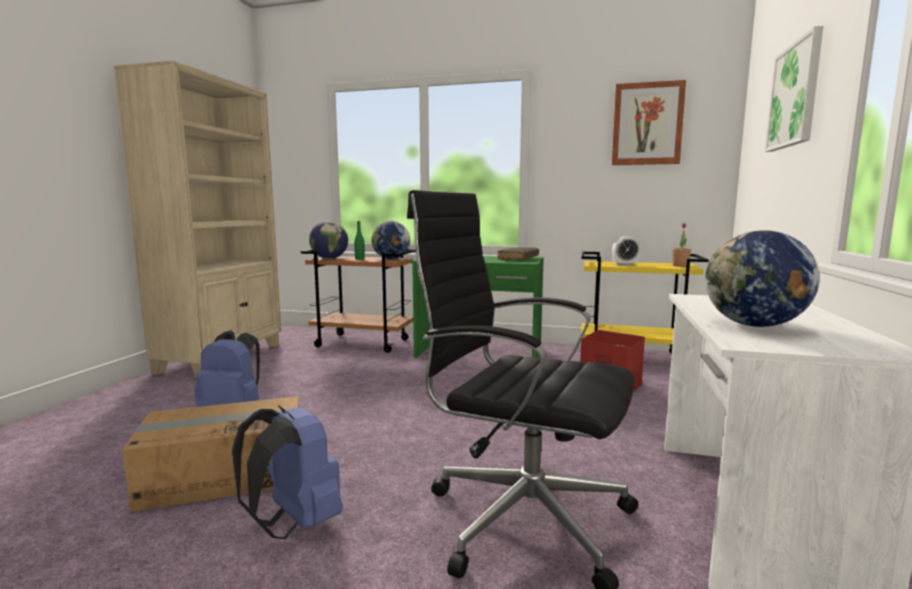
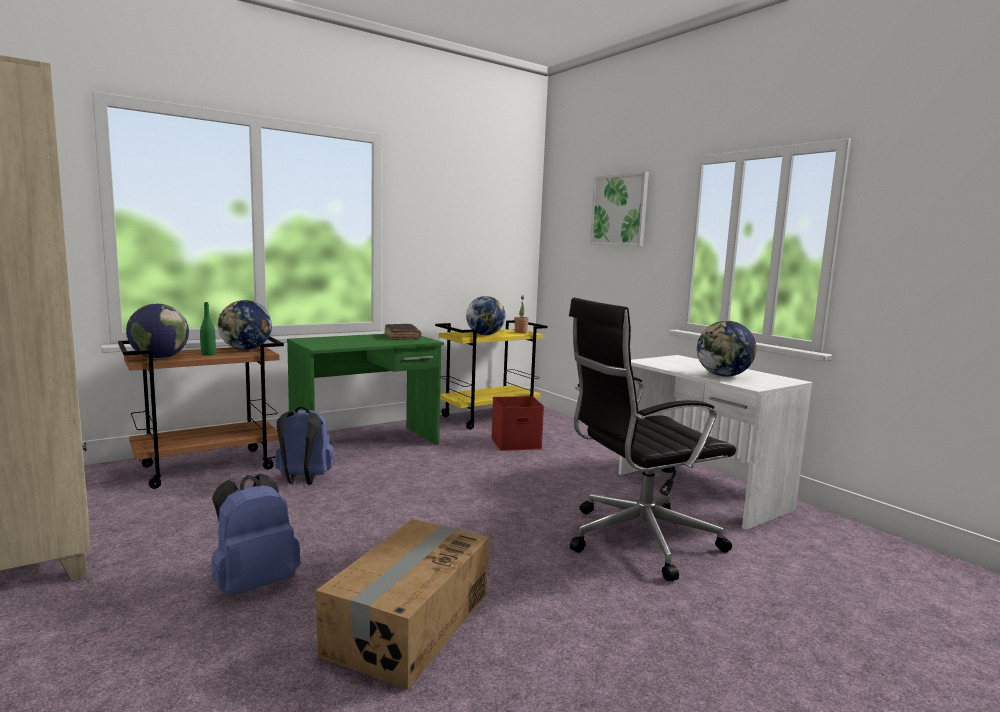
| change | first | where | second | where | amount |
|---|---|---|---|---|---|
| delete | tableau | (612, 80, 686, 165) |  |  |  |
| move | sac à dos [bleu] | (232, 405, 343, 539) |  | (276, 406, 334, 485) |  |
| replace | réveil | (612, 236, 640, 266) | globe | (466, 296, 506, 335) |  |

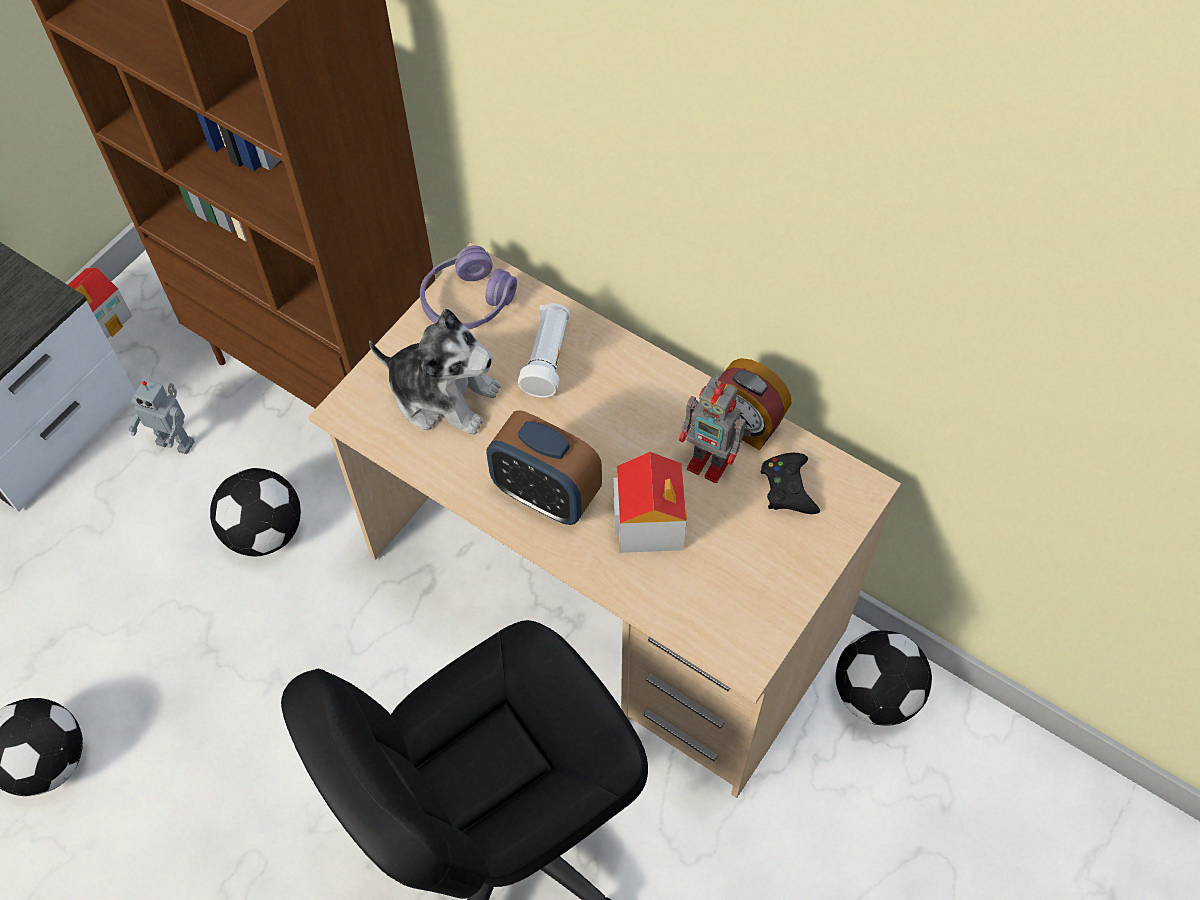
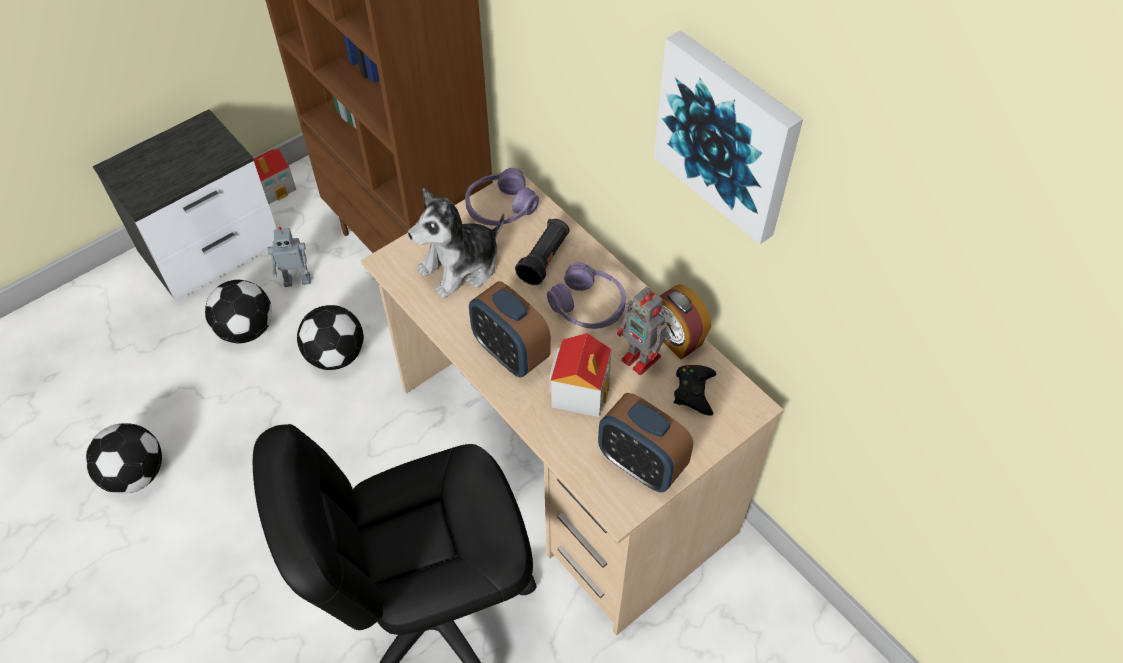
| change | first | where | second | where | amount |
|---|---|---|---|---|---|
| insert |  |  | casque audio [violet] | (547, 262, 626, 329) |  |
| insert |  |  | réveil | (598, 393, 693, 492) |  |
| insert |  |  | tableau | (654, 30, 803, 244) |  |
| move | ballon de foot | (836, 630, 932, 725) |  | (205, 280, 272, 344) |  |
| recolor | lampe de poche [blanc] | (518, 303, 570, 398) | lampe de poche [noir] | (515, 219, 570, 285) |  |
| rotate | robot jouet | (128, 379, 195, 454) |  | (268, 227, 310, 287) | 45 degrees counterclockwise |
| rotate | peluche | (369, 309, 501, 435) |  | (408, 188, 504, 299) | 105 degrees clockwise |

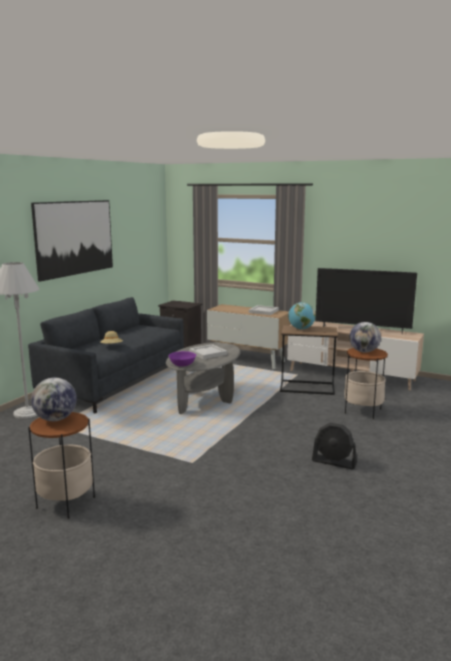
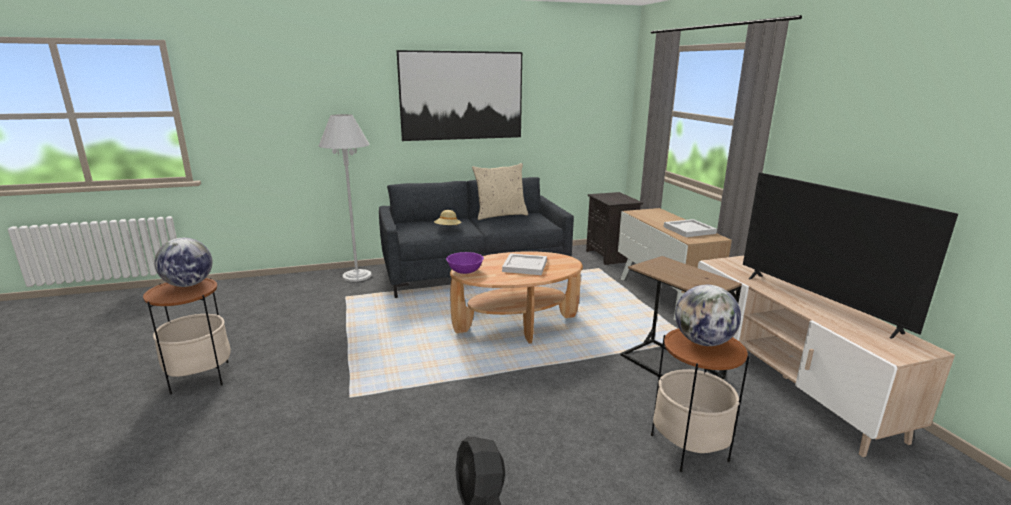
| change | first | where | second | where | amount |
|---|---|---|---|---|---|
| delete | globe | (288, 302, 316, 330) |  |  |  |
| insert |  |  | coussin [beige] | (472, 163, 528, 220) |  |
| recolor | table basse [gris] | (166, 343, 241, 414) | table basse [marron] | (450, 251, 583, 343) |  |

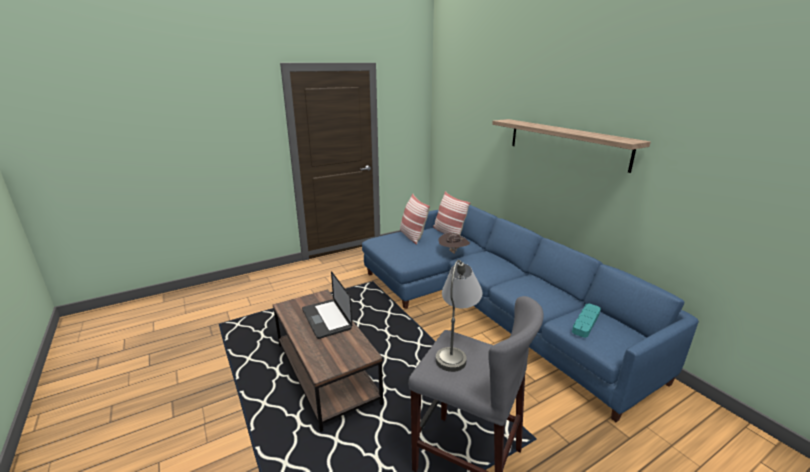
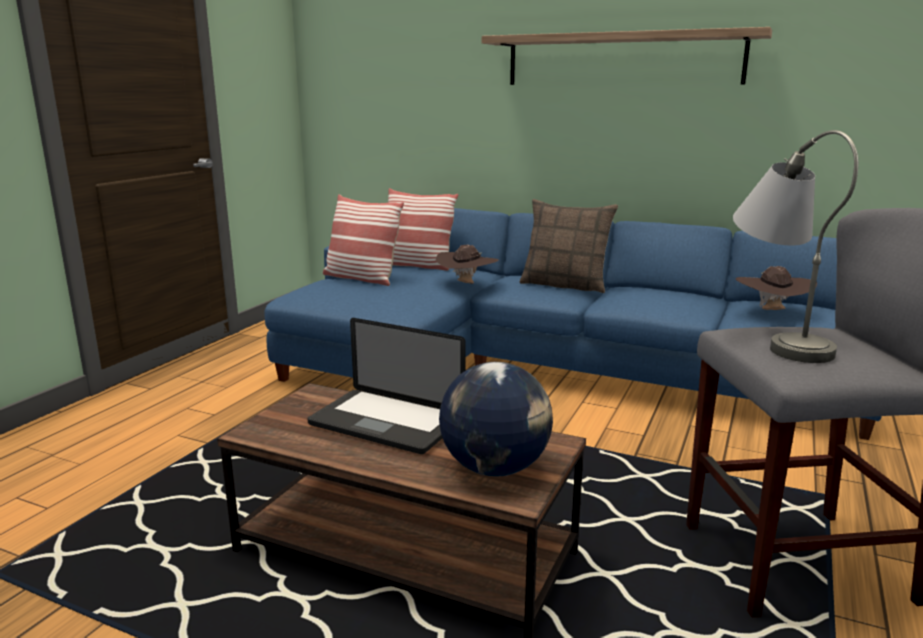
| change | first | where | second | where | amount |
|---|---|---|---|---|---|
| insert |  |  | globe | (439, 362, 553, 476) |  |
| insert |  |  | coussin | (520, 199, 618, 293) |  |
| replace | plateau [turquoise] | (572, 304, 601, 338) | chapeau [marron] | (736, 266, 817, 310) |  |

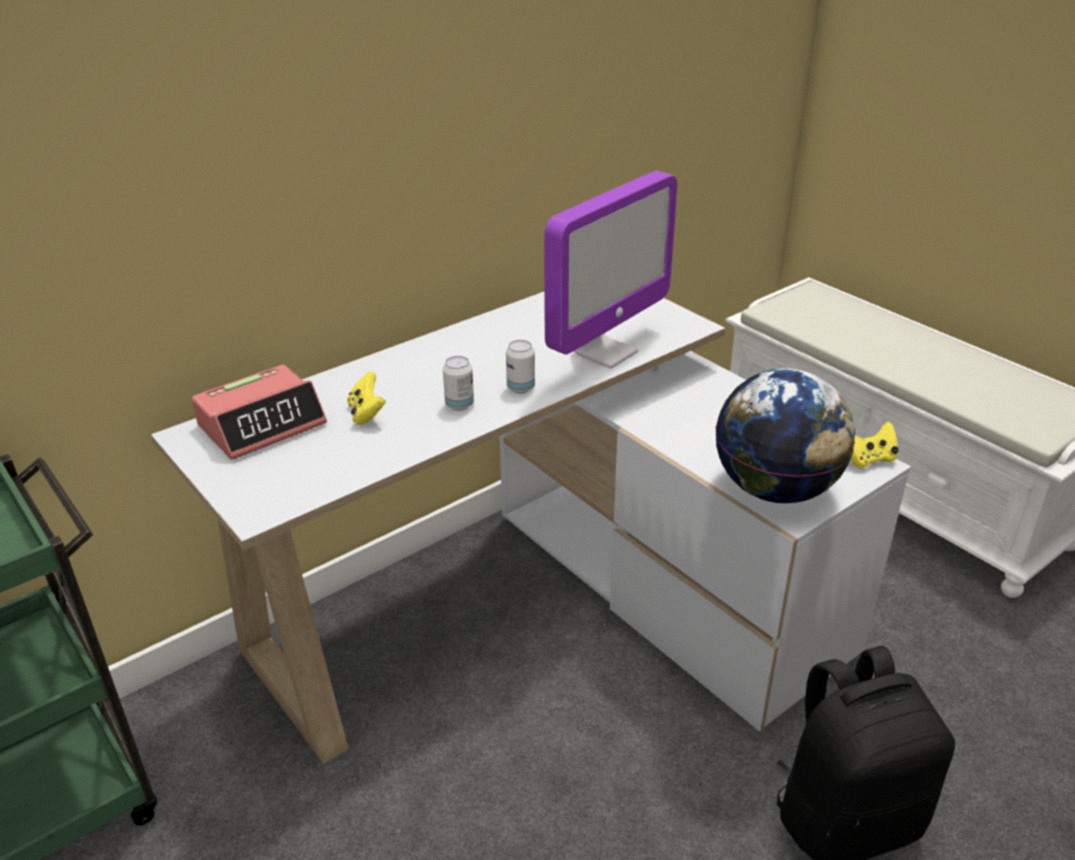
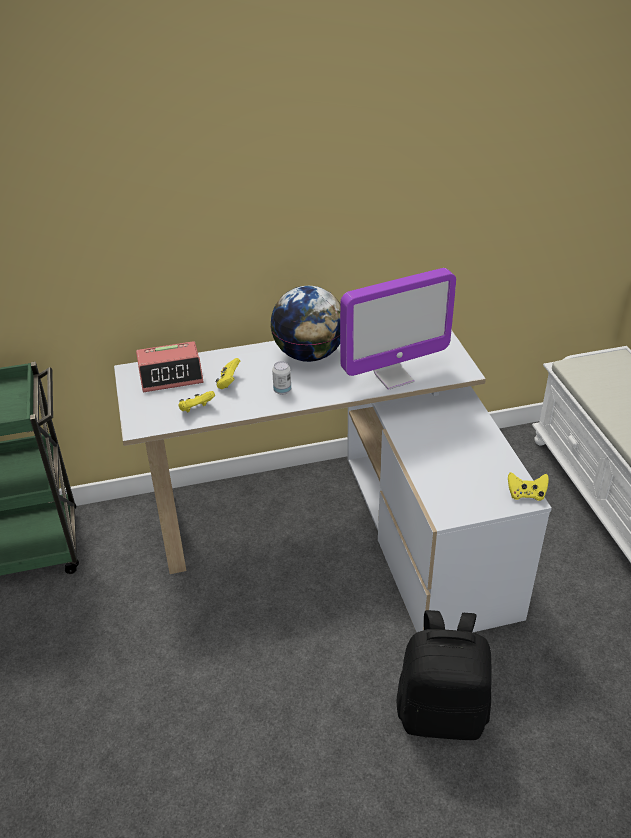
| change | first | where | second | where | amount |
|---|---|---|---|---|---|
| delete | boîte métallique | (506, 340, 535, 393) |  |  |  |
| insert |  |  | manette [jaune] | (179, 391, 215, 413) |  |
| move | globe | (716, 368, 855, 503) |  | (270, 286, 340, 362) |  |

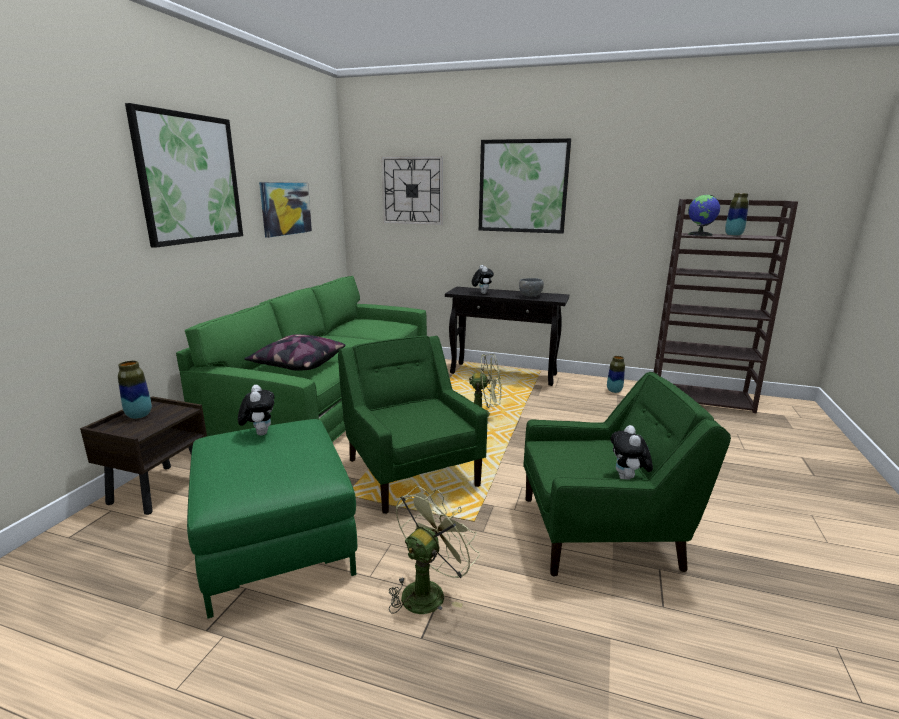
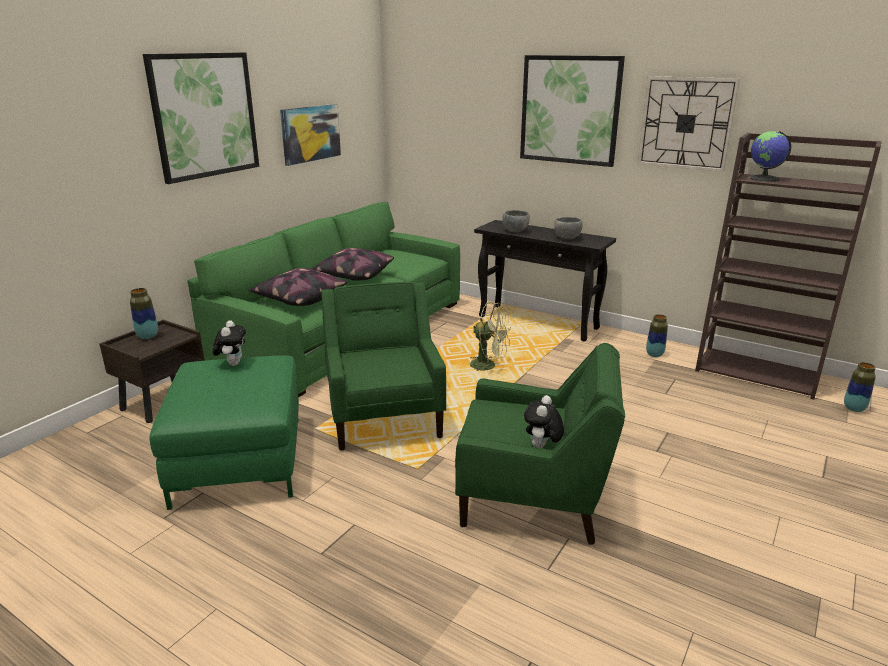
| change | first | where | second | where | amount |
|---|---|---|---|---|---|
| delete | ventilateur [vert] | (389, 486, 480, 614) |  |  |  |
| insert |  |  | coussin | (312, 248, 394, 280) |  |
| move | horloge murale | (381, 156, 443, 225) |  | (637, 76, 740, 172) |  |
| move | vase | (725, 193, 749, 236) |  | (844, 362, 876, 412) |  |
| replace | peluche | (472, 265, 494, 294) | bol [gris] | (502, 210, 530, 232) |  |

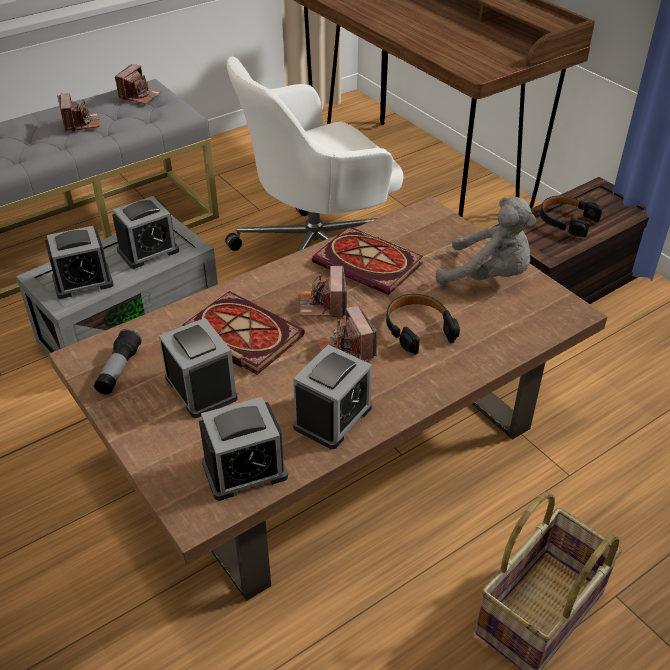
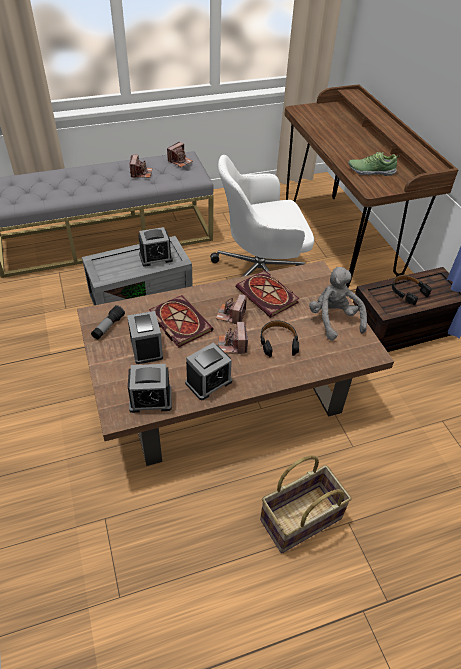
| change | first | where | second | where | amount |
|---|---|---|---|---|---|
| delete | réveil | (45, 226, 114, 299) |  |  |  |
| insert |  |  | chaussure | (348, 152, 399, 176) |  |
| rotate | peluche [gris] | (436, 197, 536, 285) |  | (309, 267, 367, 341) | 150 degrees counterclockwise |

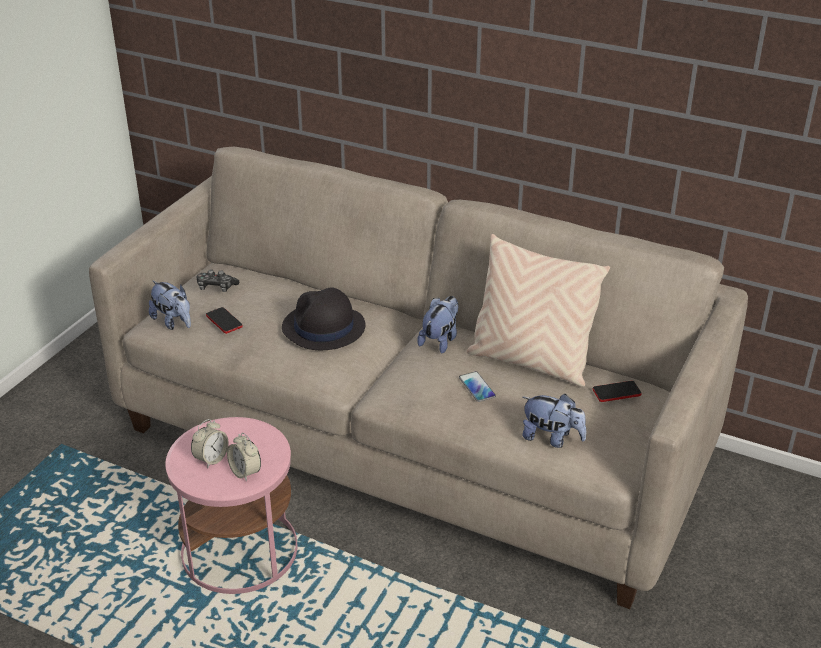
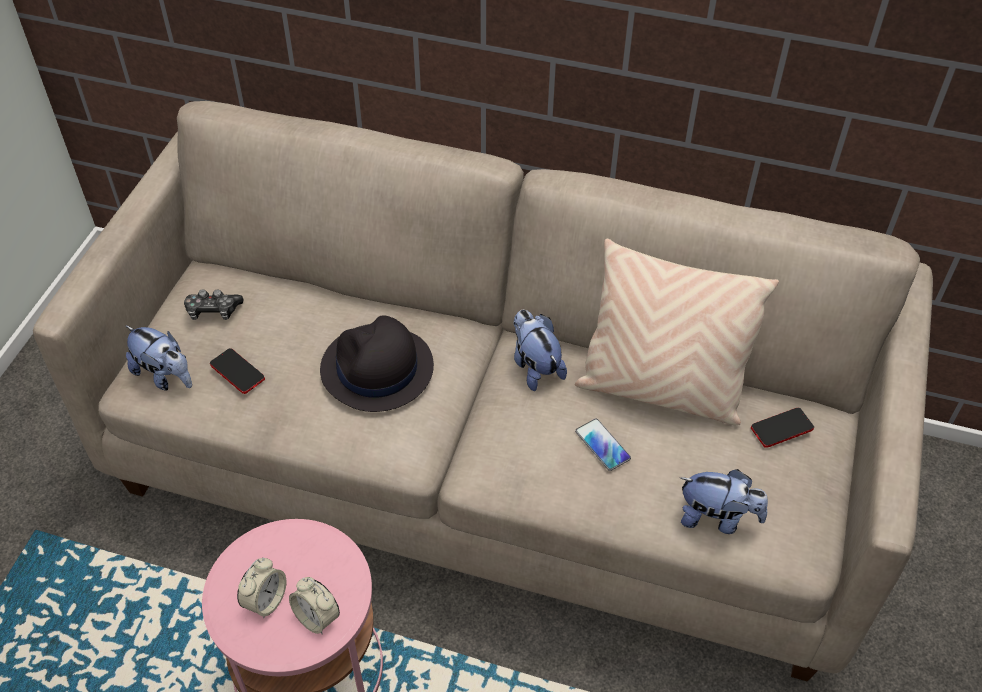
| change | first | where | second | where | amount |
|---|---|---|---|---|---|
| rotate | peluche | (417, 296, 459, 354) |  | (513, 310, 567, 391) | 45 degrees counterclockwise |

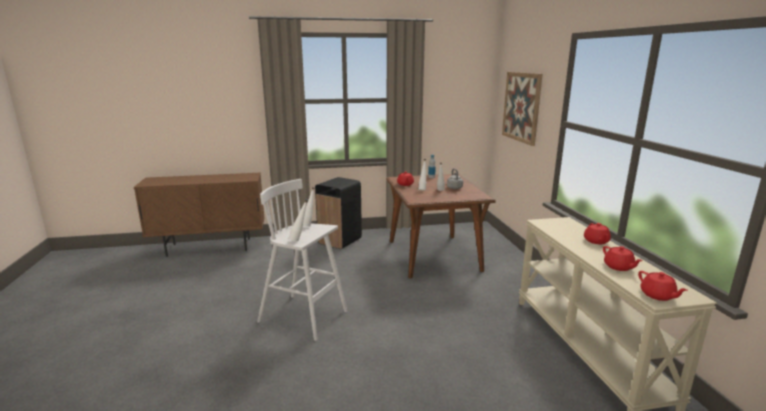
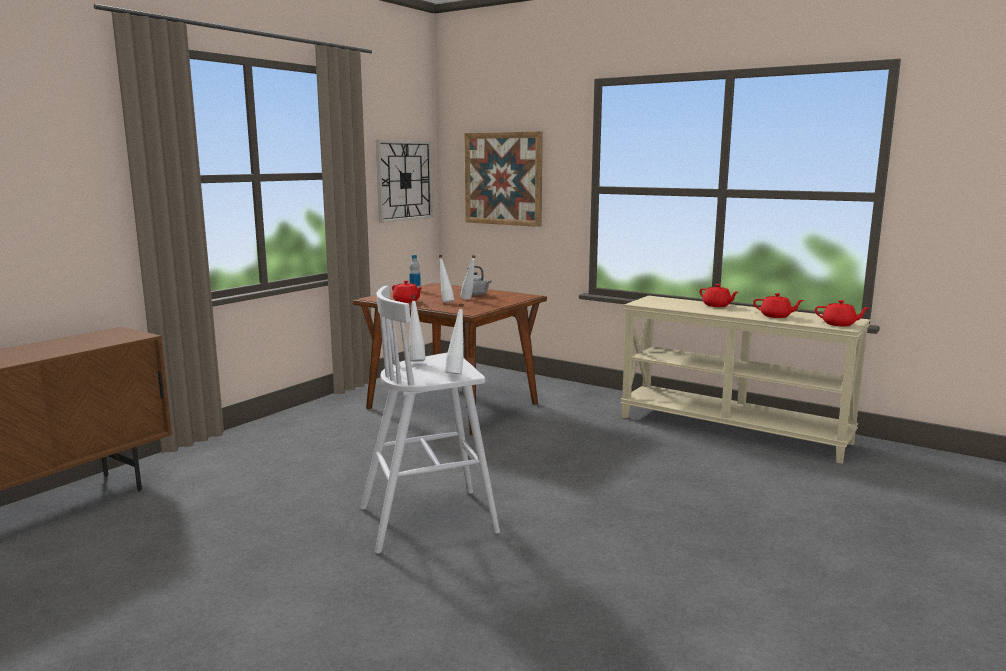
| change | first | where | second | where | amount |
|---|---|---|---|---|---|
| delete | poubelle [noir] | (315, 177, 362, 249) |  |  |  |
| insert |  |  | horloge murale | (376, 140, 433, 223) |  |

